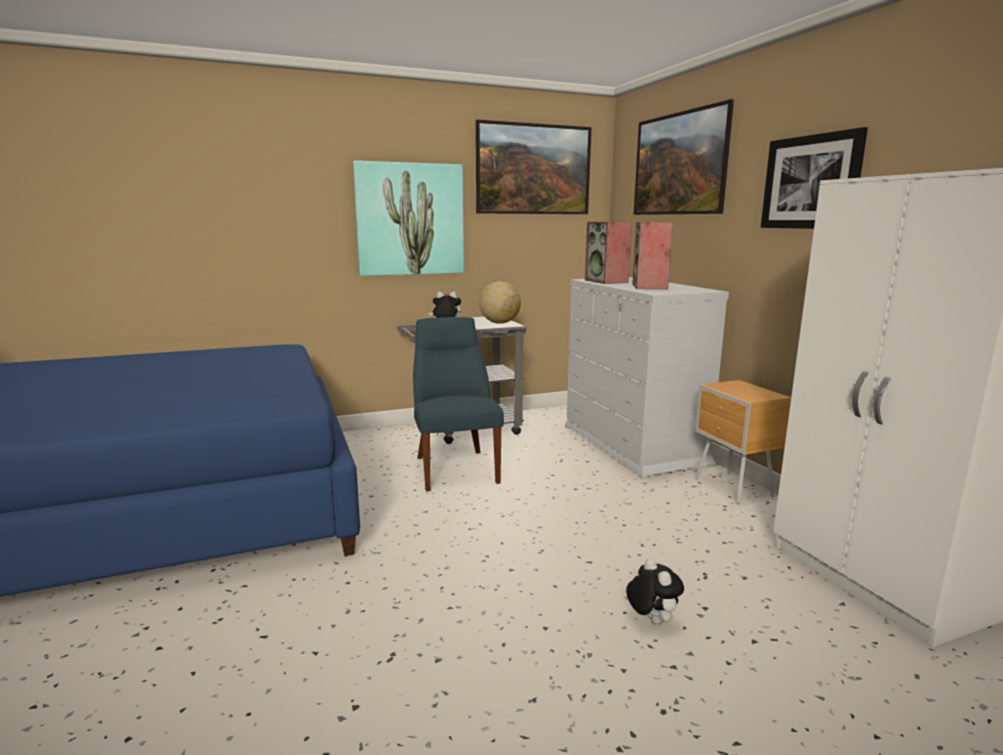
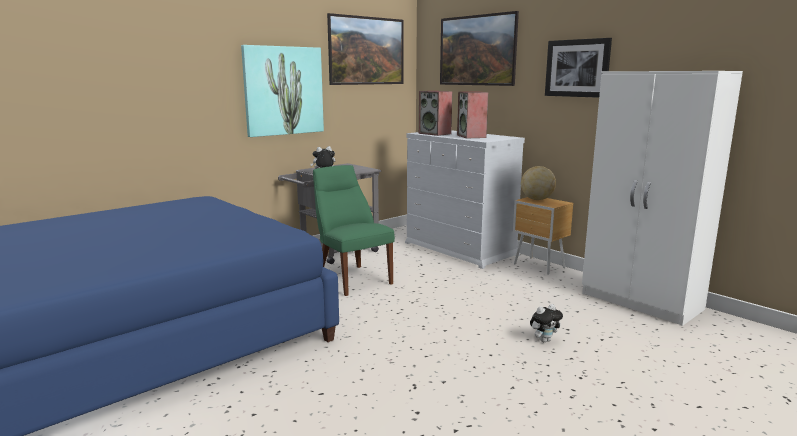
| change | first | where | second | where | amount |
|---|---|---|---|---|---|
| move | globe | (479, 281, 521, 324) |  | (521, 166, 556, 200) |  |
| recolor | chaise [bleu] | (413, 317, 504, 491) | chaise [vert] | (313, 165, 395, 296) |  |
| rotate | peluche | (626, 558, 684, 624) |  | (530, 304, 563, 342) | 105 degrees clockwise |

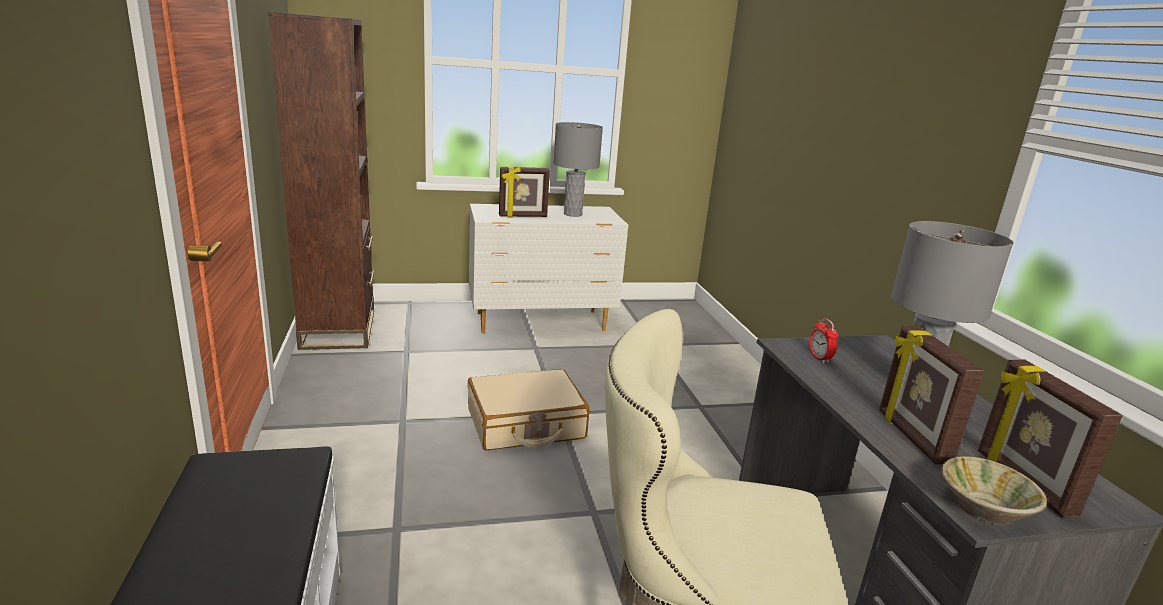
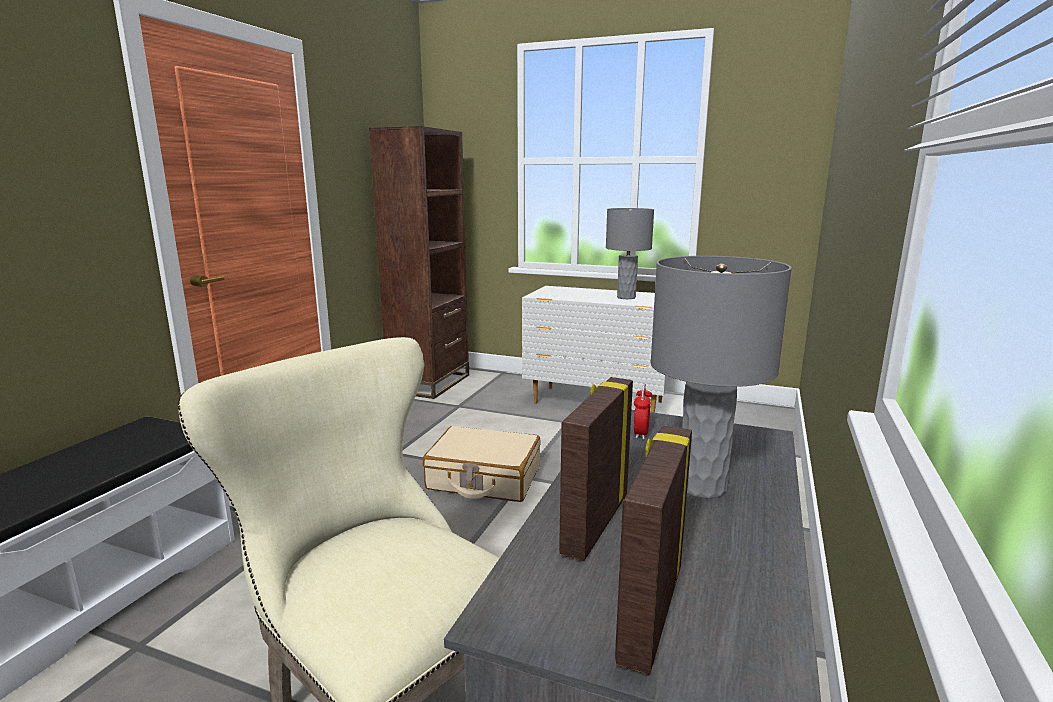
| change | first | where | second | where | amount |
|---|---|---|---|---|---|
| delete | cadre photo | (499, 167, 550, 217) |  |  |  |
| delete | bol [beige] | (941, 456, 1047, 525) |  |  |  |

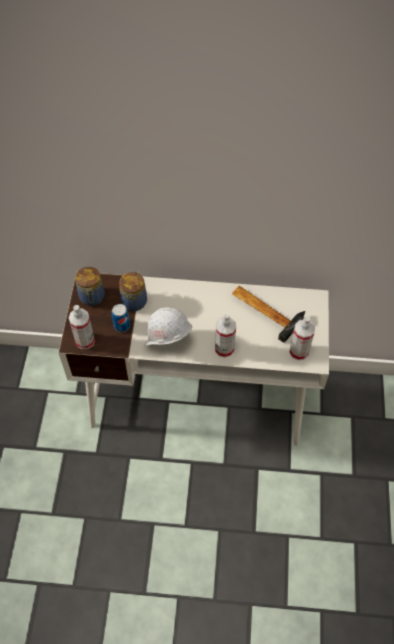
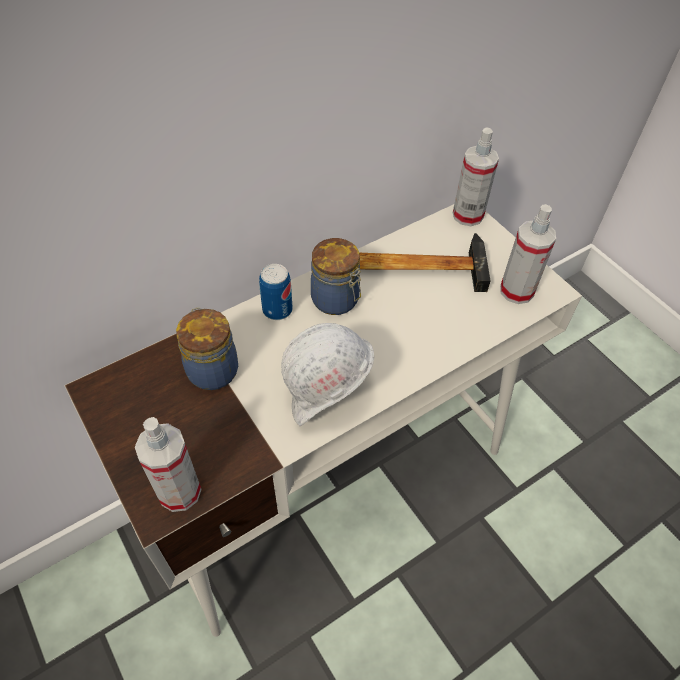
| change | first | where | second | where | amount |
|---|---|---|---|---|---|
| move | bocal | (75, 267, 105, 306) |  | (311, 238, 361, 315) |  |
| move | boîte métallique | (112, 304, 130, 332) |  | (259, 264, 293, 320) |  |
| move | vaporisateur | (215, 313, 236, 358) |  | (453, 127, 499, 226) |  |

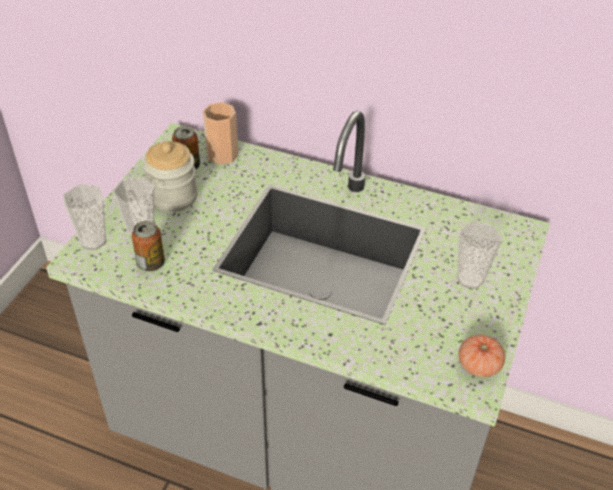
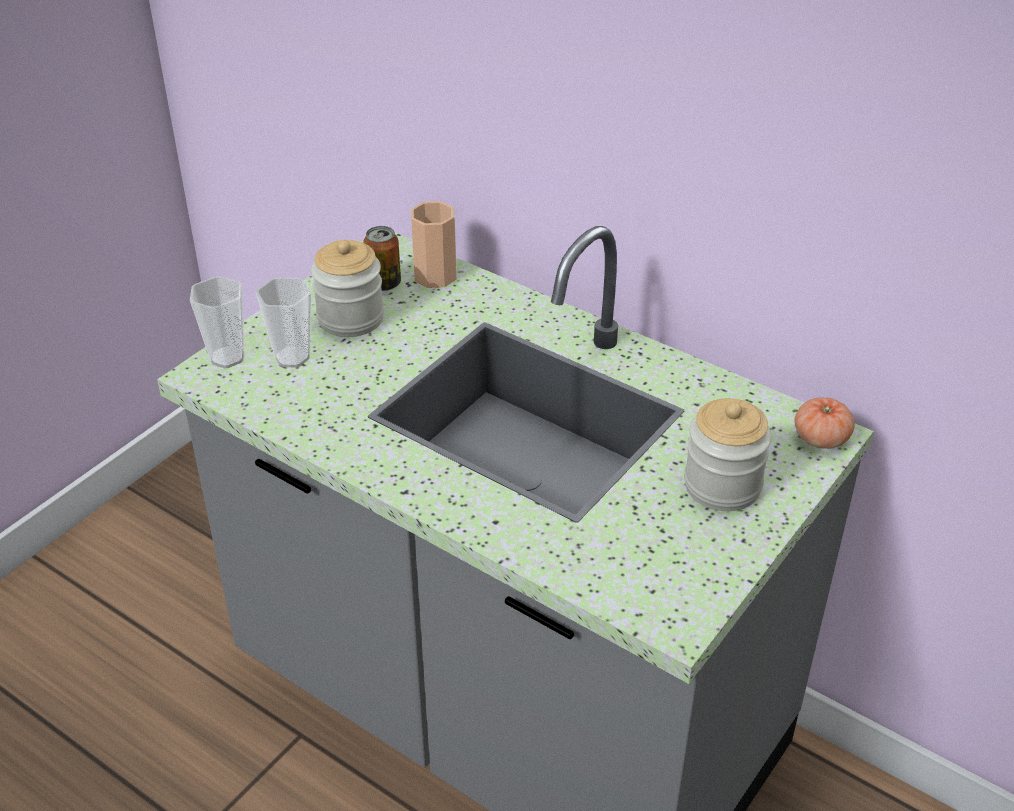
| change | first | where | second | where | amount |
|---|---|---|---|---|---|
| delete | boîte métallique | (132, 221, 165, 271) |  |  |  |
| move | tomate | (458, 334, 505, 377) |  | (794, 397, 855, 449) |  |
| replace | tasse | (457, 221, 502, 289) | bocal | (684, 398, 772, 511) |  |

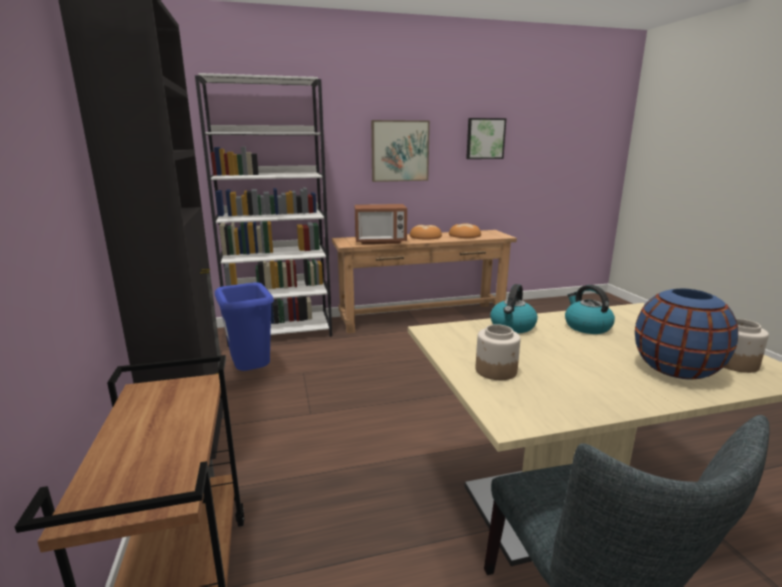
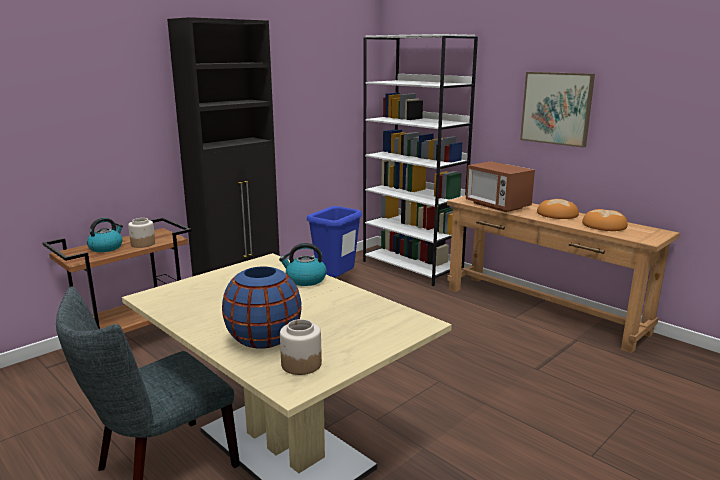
| change | first | where | second | where | amount |
|---|---|---|---|---|---|
| delete | tableau | (466, 118, 506, 159) |  |  |  |
| move | bocal | (476, 324, 520, 380) |  | (128, 218, 155, 248) |  |
| move | bouilloire | (565, 285, 615, 334) |  | (87, 218, 123, 252) |  |

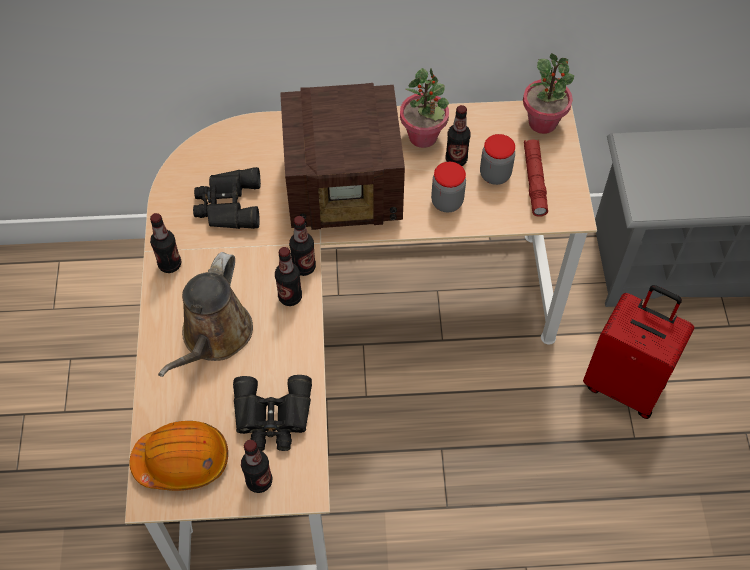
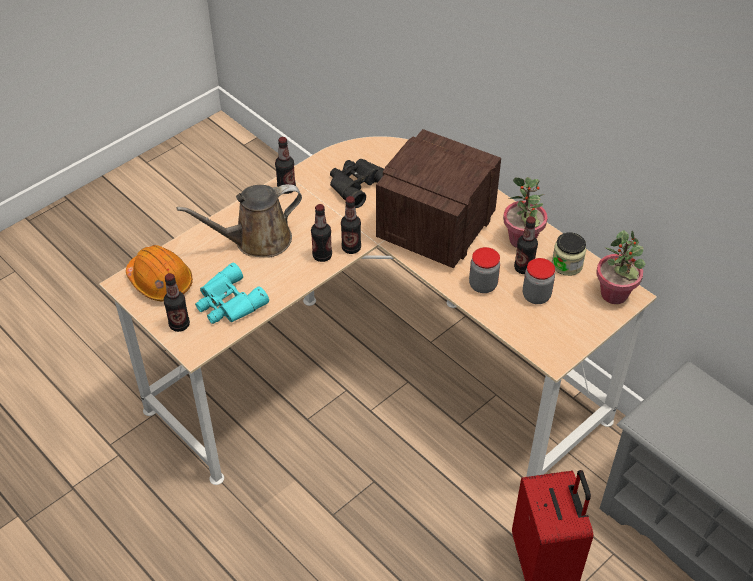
| change | first | where | second | where | amount |
|---|---|---|---|---|---|
| delete | lampe de poche [rouge] | (524, 139, 548, 217) |  |  |  |
| insert |  |  | bocal | (552, 232, 586, 276) |  |
| recolor | jumelles [noir] | (233, 375, 312, 451) | jumelles [turquoise] | (195, 263, 269, 324) |  |
| rotate | radio | (280, 83, 405, 230) |  | (376, 129, 501, 268) | 75 degrees clockwise |

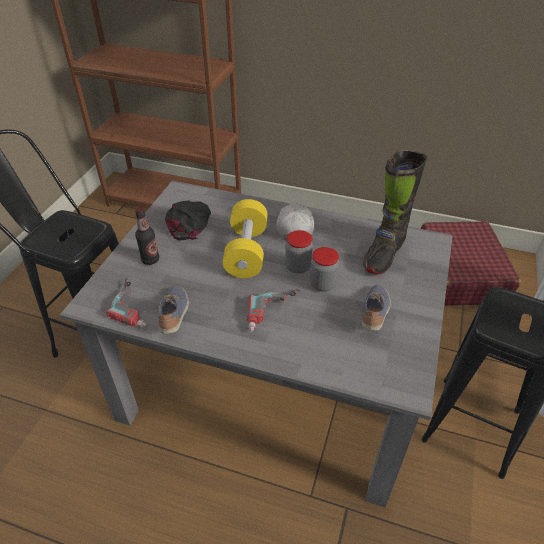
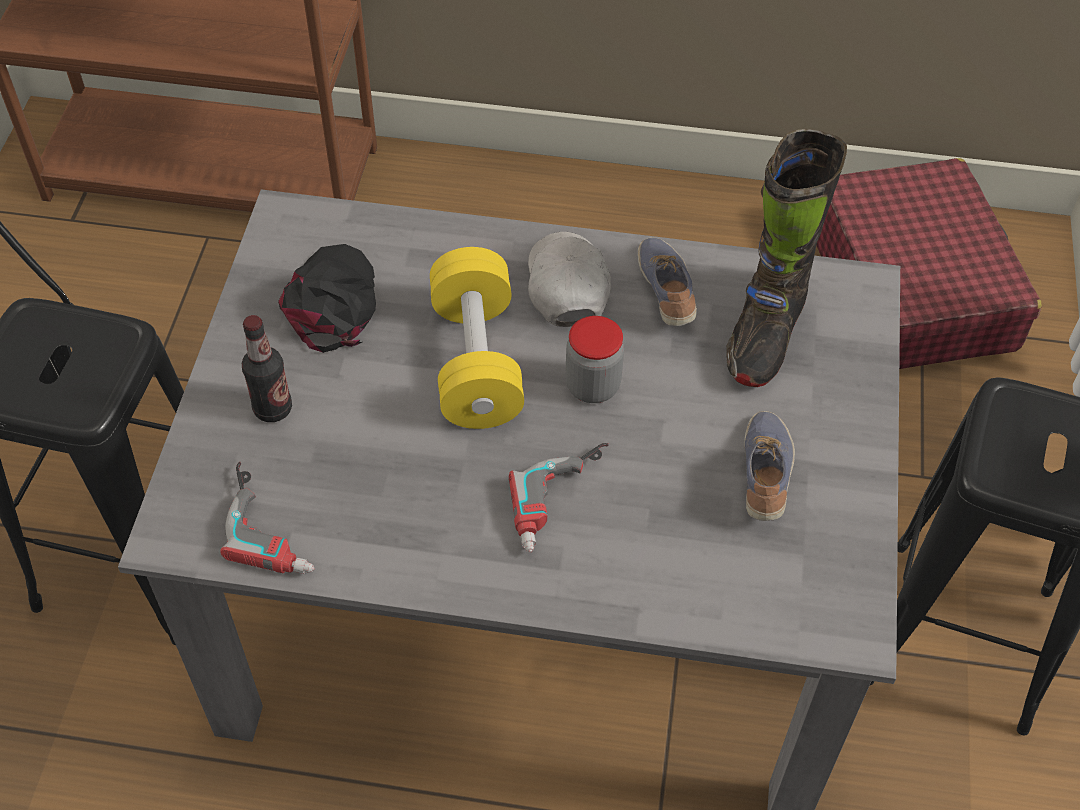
| change | first | where | second | where | amount |
|---|---|---|---|---|---|
| delete | bocal | (310, 247, 339, 292) |  |  |  |
| move | chaussure | (158, 286, 189, 334) |  | (637, 237, 697, 326) |  |

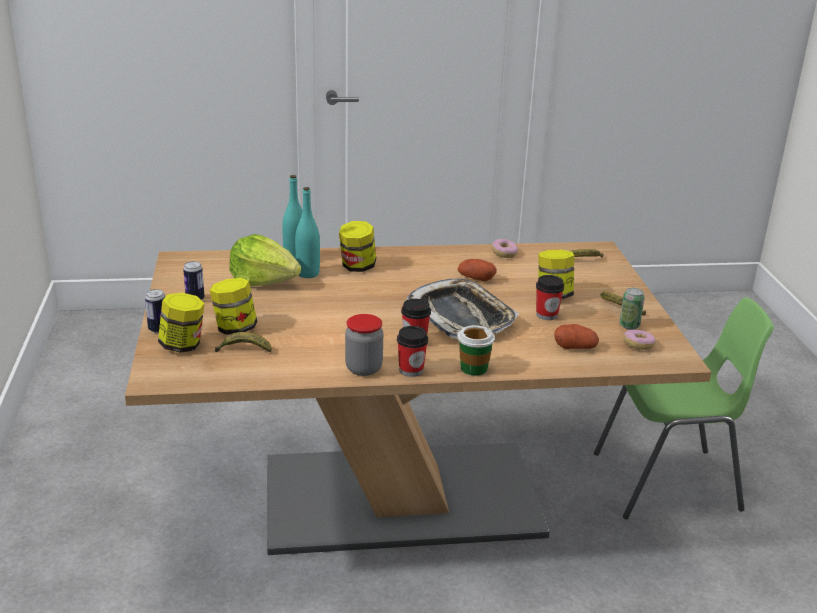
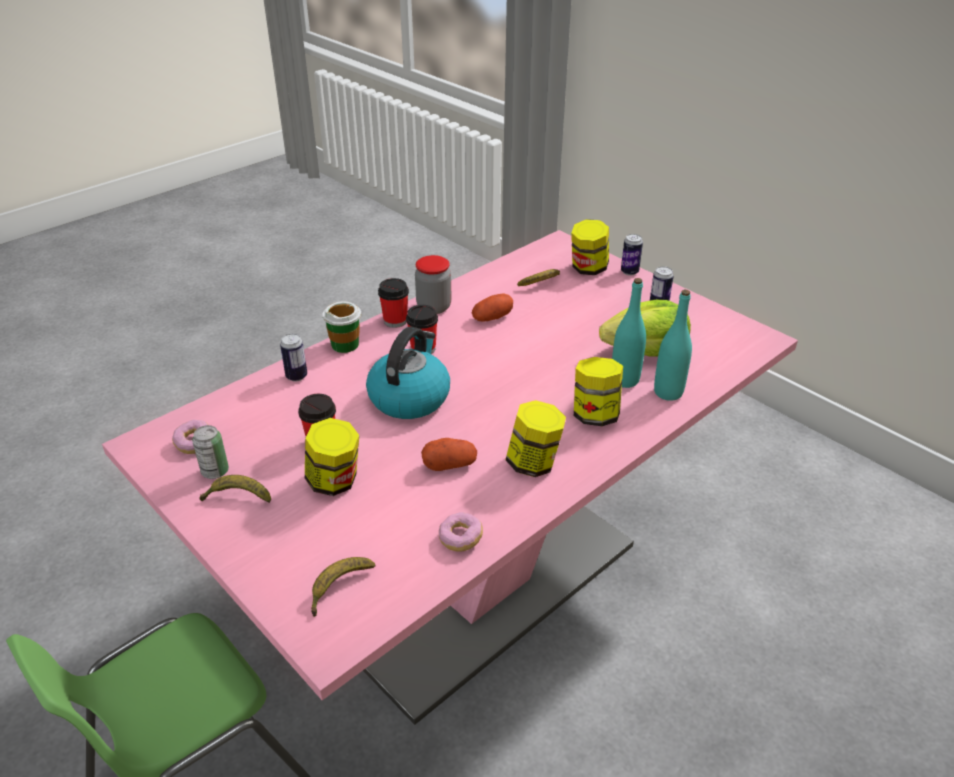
| change | first | where | second | where | amount |
|---|---|---|---|---|---|
| insert |  |  | boîte métallique | (280, 334, 307, 382) |  |
| move | bocal | (210, 278, 257, 335) |  | (505, 400, 566, 477) |  |
| move | pomme de terre | (555, 324, 599, 349) |  | (472, 293, 513, 322) |  |
| replace | plateau | (406, 279, 519, 339) | bouilloire | (366, 327, 450, 419) |  |
| recolor | table à manger [marron] | (125, 241, 711, 555) | table à manger [rose] | (102, 230, 798, 725) |  |

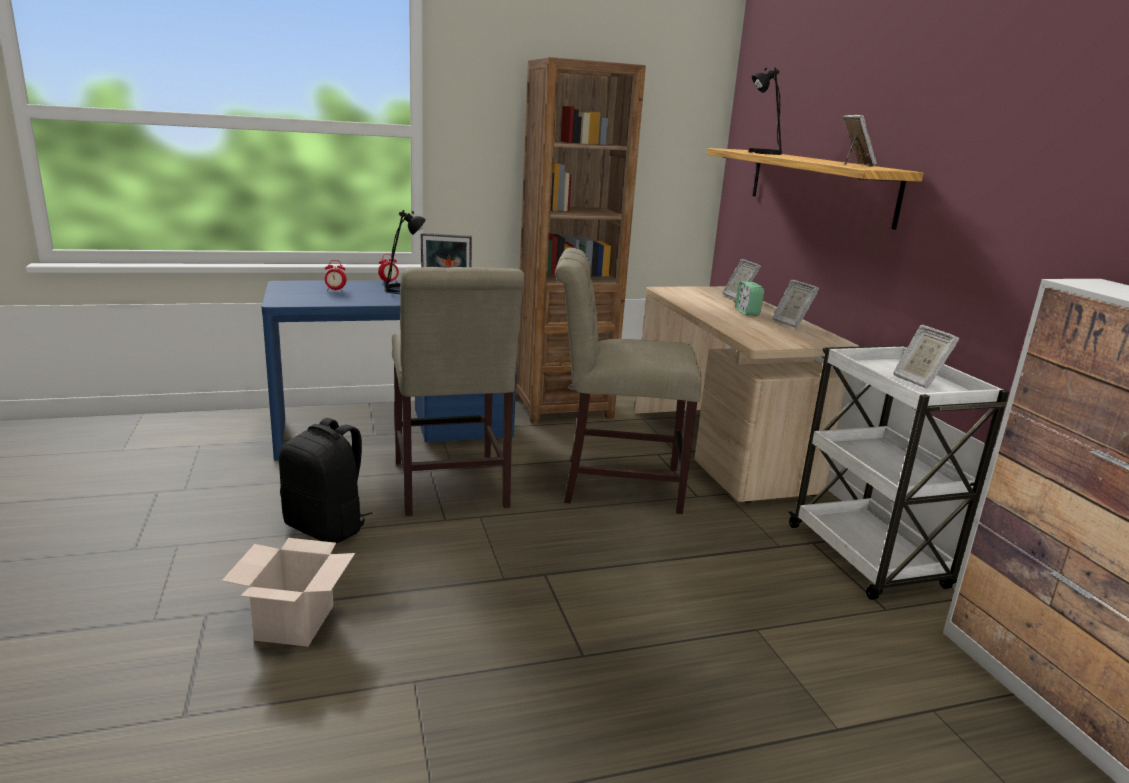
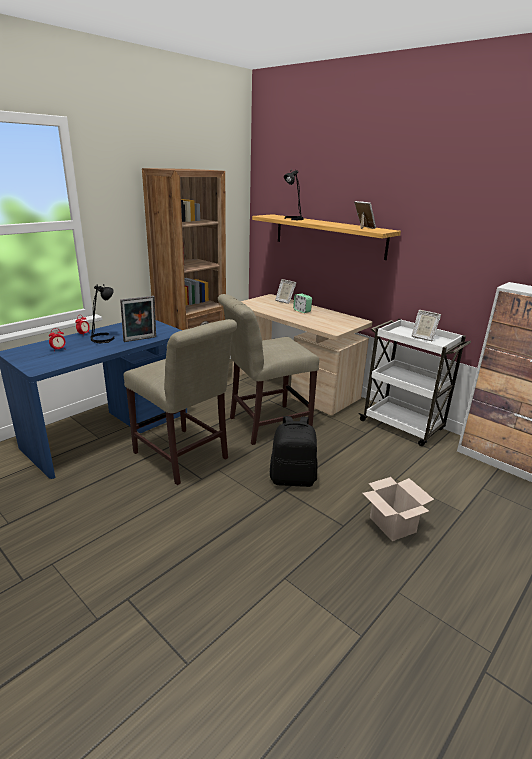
| change | first | where | second | where | amount |
|---|---|---|---|---|---|
| delete | cadre photo | (772, 280, 819, 328) |  |  |  |
| move | carton | (222, 538, 355, 647) |  | (363, 477, 434, 541) |  |
| move | sac à dos [noir] | (279, 418, 373, 543) |  | (270, 416, 317, 487) |  |

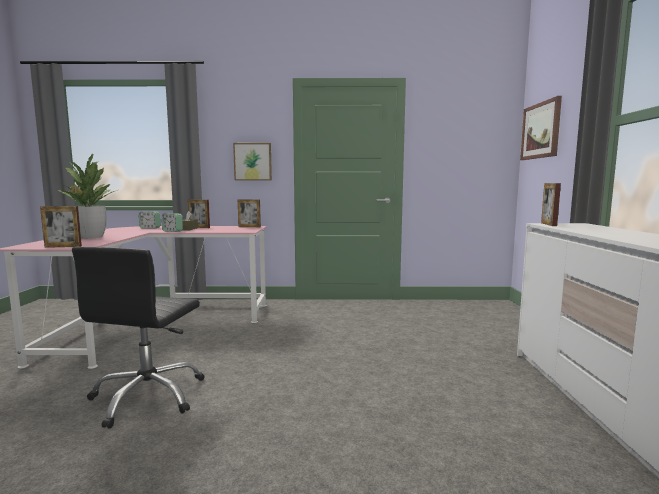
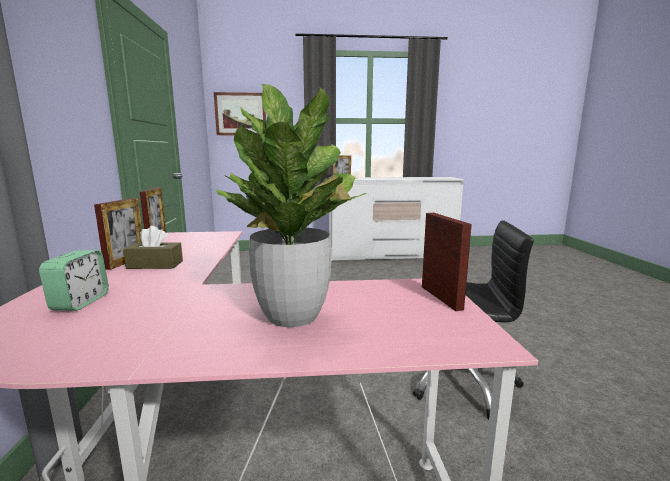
| change | first | where | second | where | amount |
|---|---|---|---|---|---|
| delete | réveil | (162, 213, 183, 232) |  |  |  |
| delete | tableau | (233, 143, 272, 180) |  |  |  |

